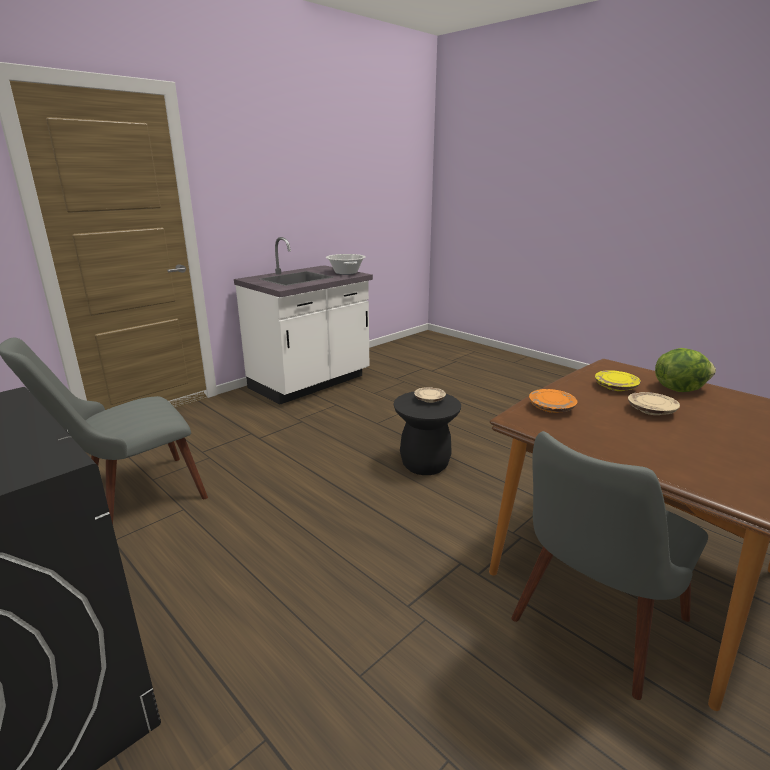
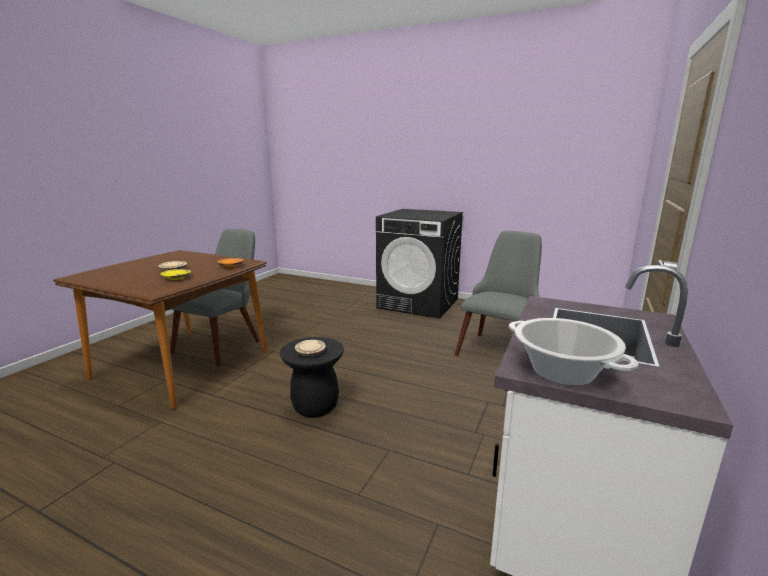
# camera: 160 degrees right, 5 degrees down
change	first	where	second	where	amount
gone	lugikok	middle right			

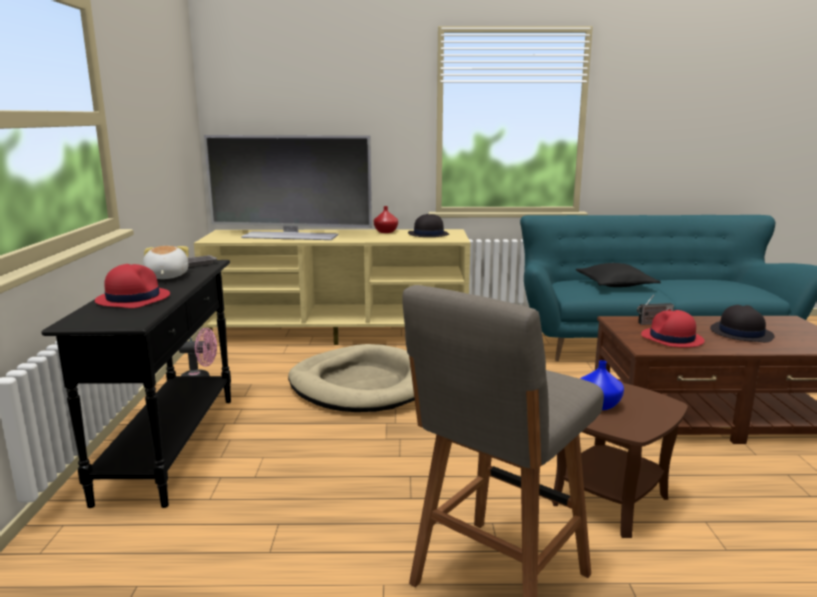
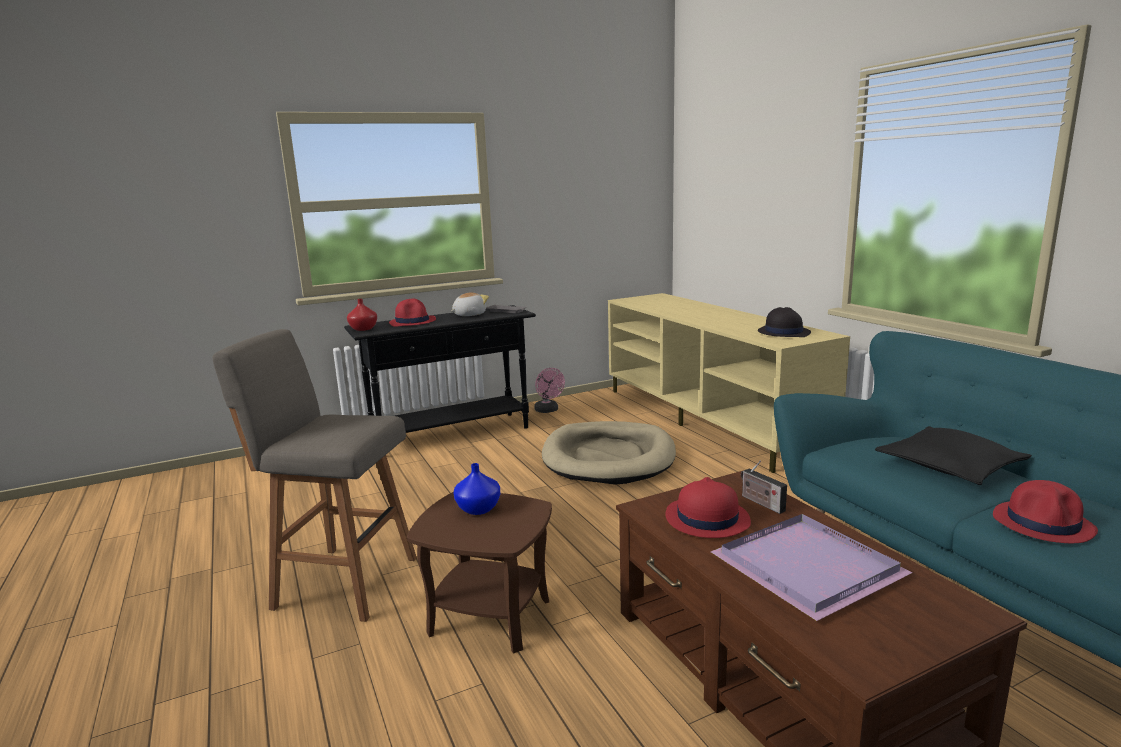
# camera: 65 degrees right, 0 degrees up
change	first	where	second	where	amount
gone	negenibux	top centre			
shifted	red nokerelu	centre		middle left	
swapped	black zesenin (no. 2 from left)	middle right	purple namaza	bottom right	
new			red zesenin (no. 3 from left)	bottom right	

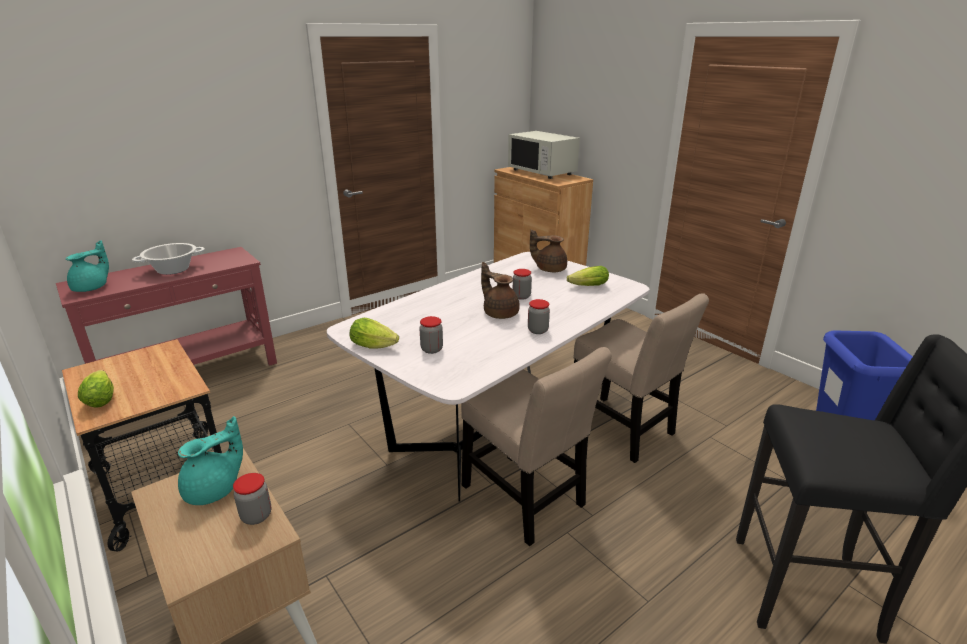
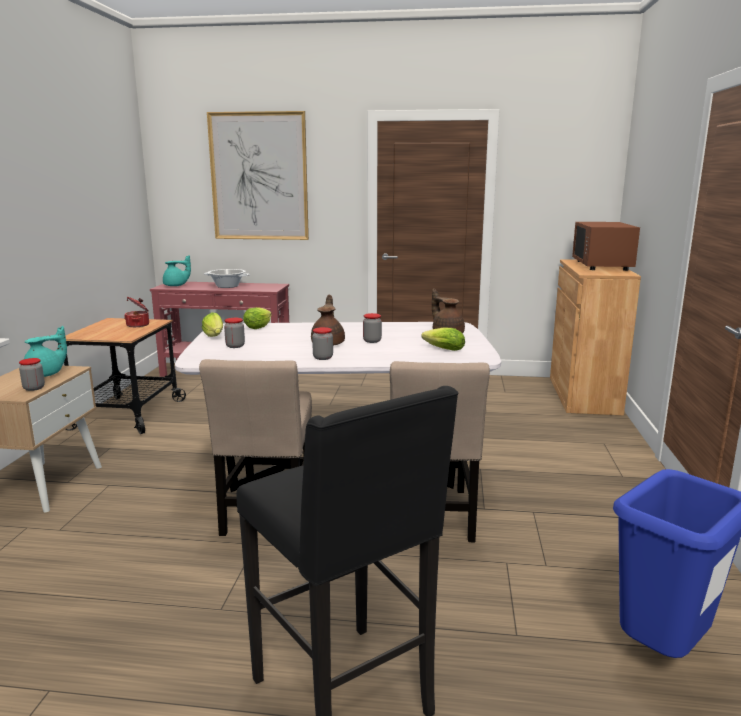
# camera: 45 degrees right, 10 degrees down
change	first	where	second	where	amount
repainted	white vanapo	top centre	brown vanapo	middle right	
shifted	lugikok (no. 1 from left in the first image)	middle left	lugikok (no. 2 from left)	centre	
rotated	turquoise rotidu (no. 2 from left in the first image)	bottom left	turquoise rotidu (no. 1 from left)	middle left	45 degrees counterclockwise
new			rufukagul	top centre	
new			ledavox (no. 1 from left)	middle left	

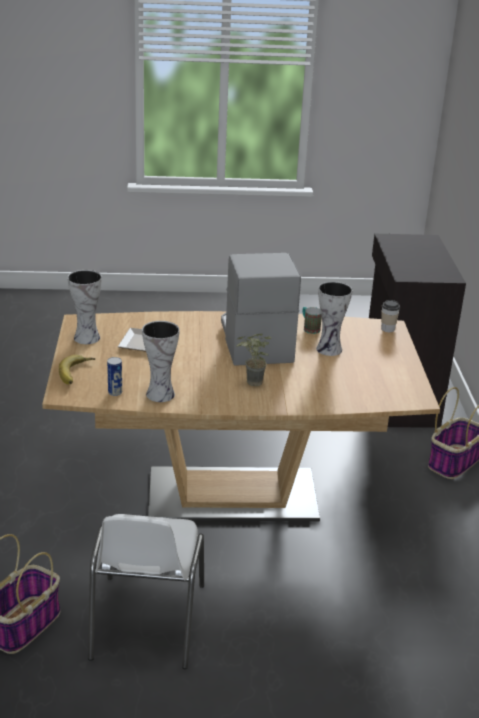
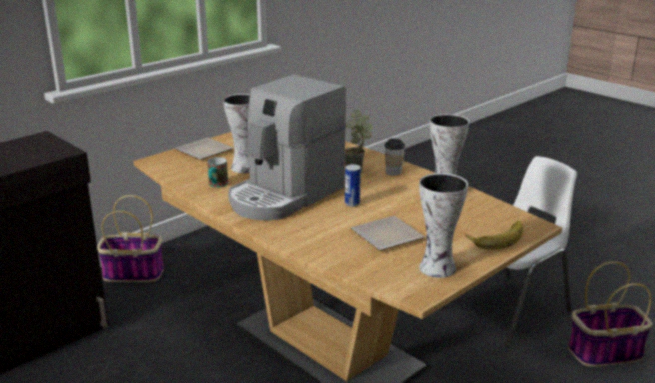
# camera: 130 degrees left, 5 degrees down
change	first	where	second	where	amount
shifted	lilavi	middle right		centre	
shifted	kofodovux	middle left		centre	
new			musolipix (no. 1 from left)	middle left	

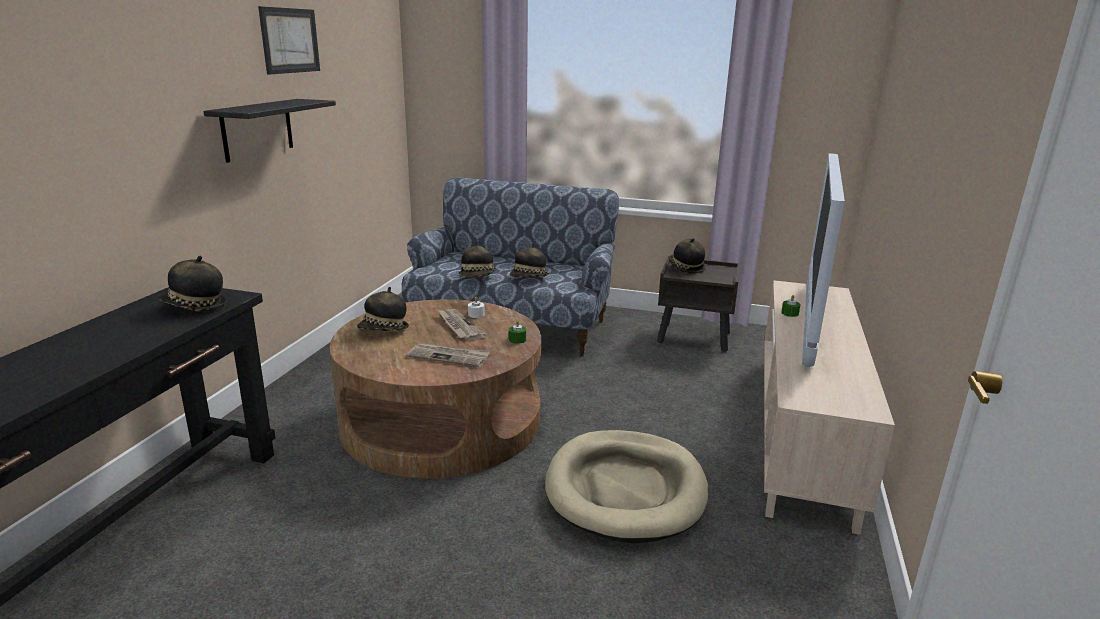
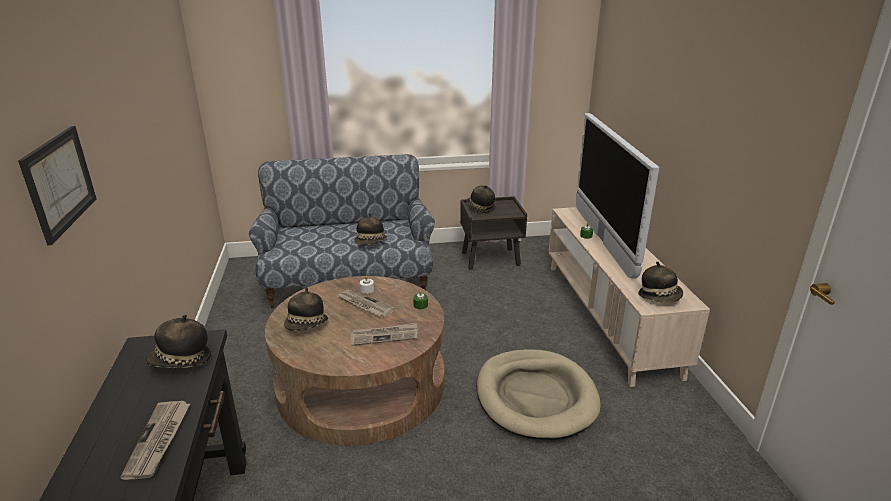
# camera: 25 degrees left, 5 degrees up
change	first	where	second	where	amount
shifted	rufukagul	top left		middle left	
gone	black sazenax	top left			
shifted	zesenin (no. 3 from left in the first image)	centre	zesenin (no. 5 from left)	middle right	
new			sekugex (no. 1 from left)	bottom left	

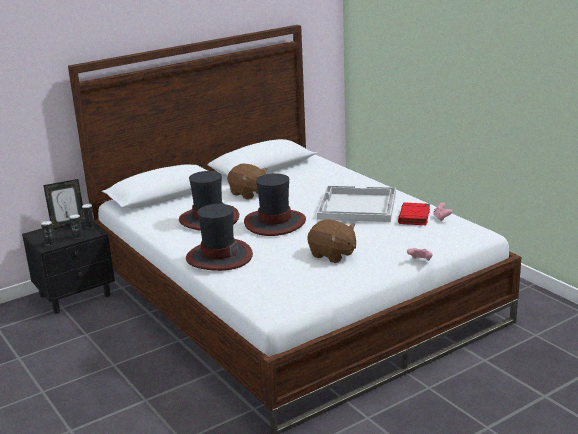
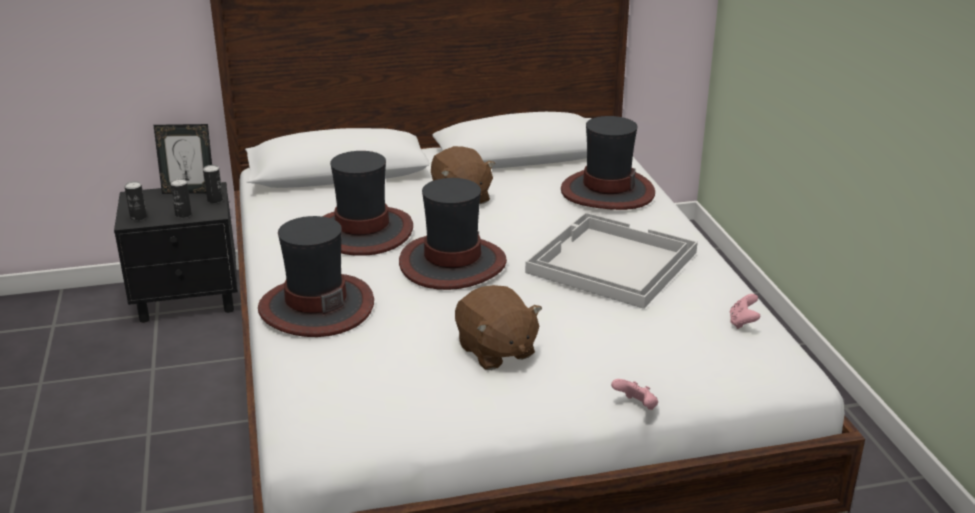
# camera: 20 degrees right, 5 degrees up
change	first	where	second	where	amount
gone	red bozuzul	middle right			
new			zesenin (no. 4 from left)	top centre	

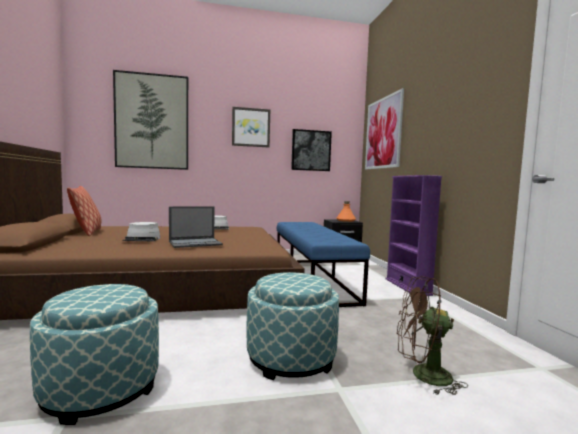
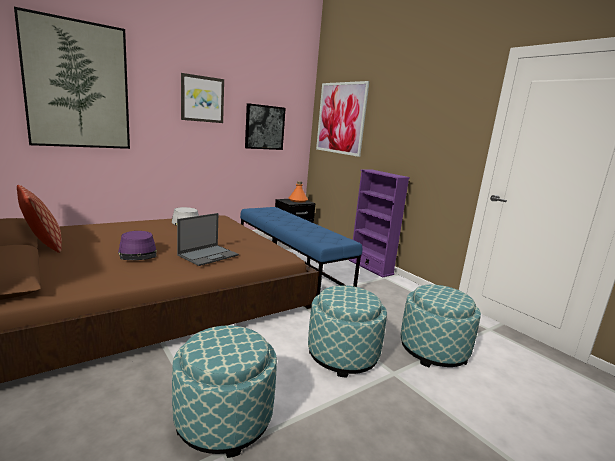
# camera: 25 degrees left, 10 degrees up
change	first	where	second	where	amount
repainted	grey zesenin (no. 1 from left)	middle left	purple zesenin	middle left	
swapped	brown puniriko	bottom right	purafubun (no. 3 from left)	bottom right	

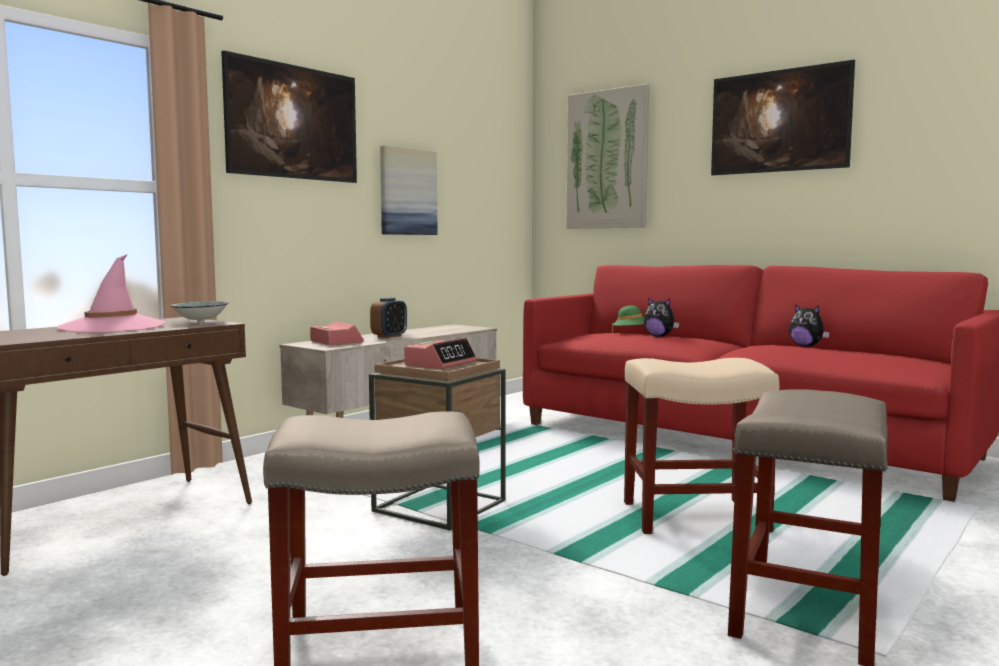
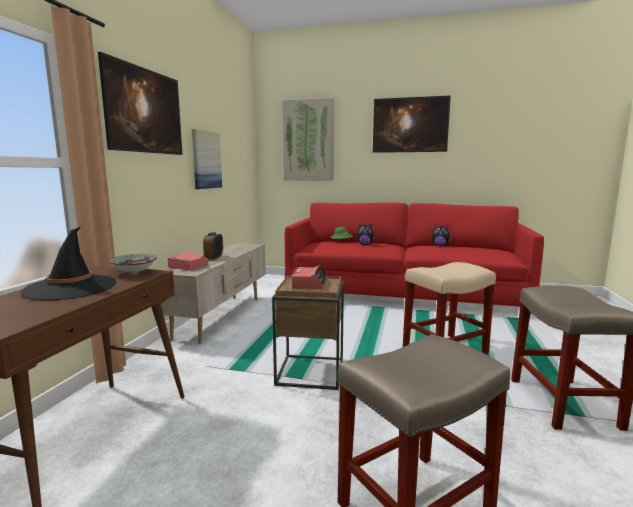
# camera: 25 degrees left, 5 degrees up
change	first	where	second	where	amount
repainted	pink zesenin	middle left	black zesenin	middle left	

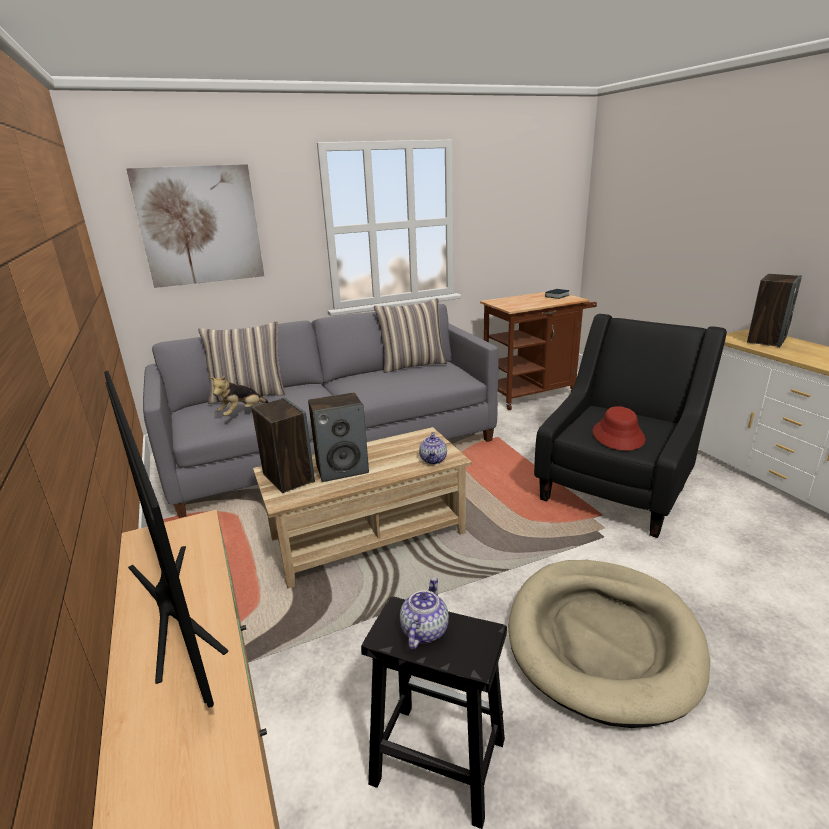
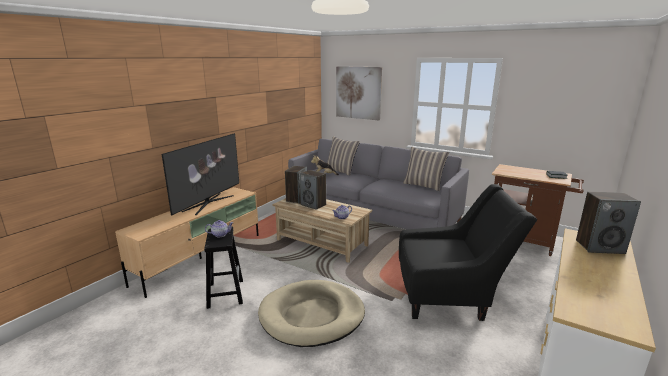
# camera: 55 degrees right, 5 degrees down
change	first	where	second	where	amount
gone	red zesenin	middle right			

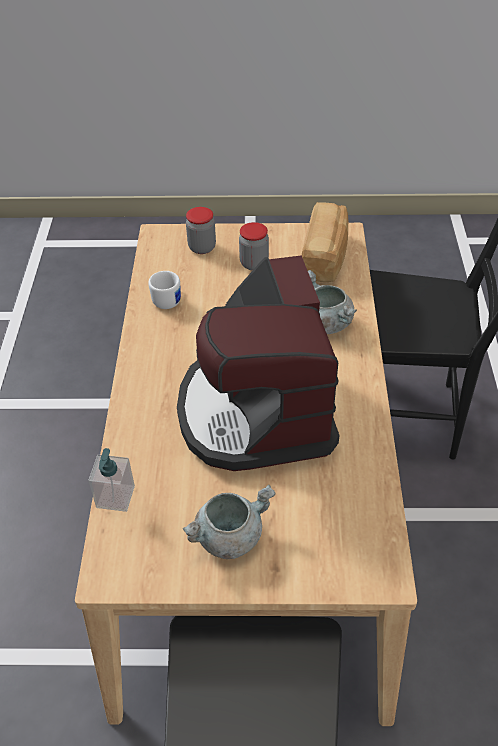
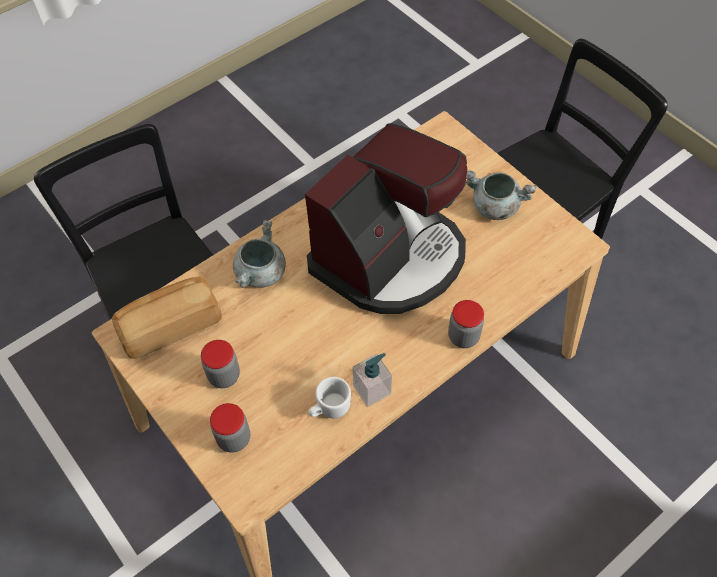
# camera: 130 degrees left, 10 degrees up
change	first	where	second	where	amount
shifted	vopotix	middle left		centre	
new			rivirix (no. 3 from left)	centre	

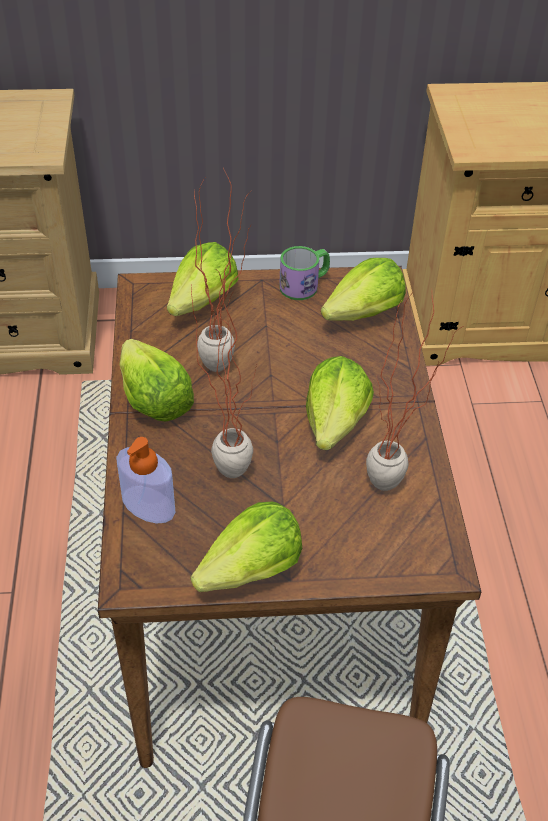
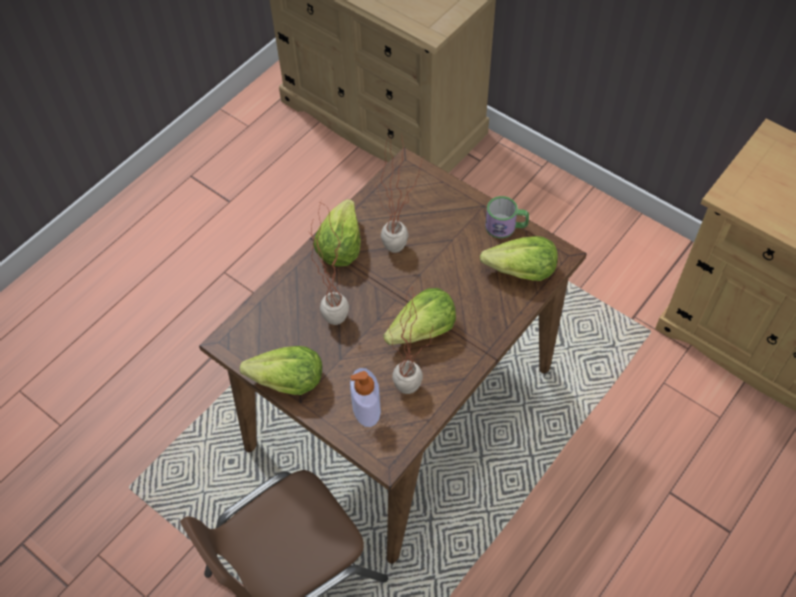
# camera: 45 degrees right, 10 degrees up
change	first	where	second	where	amount
gone	lugikok (no. 2 from left)	centre			
shifted	vopotix	middle left		centre	

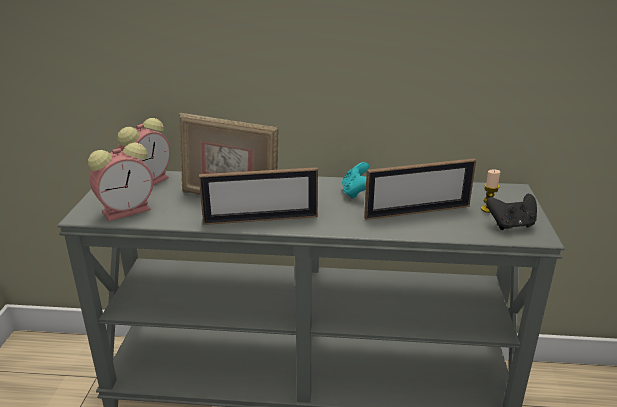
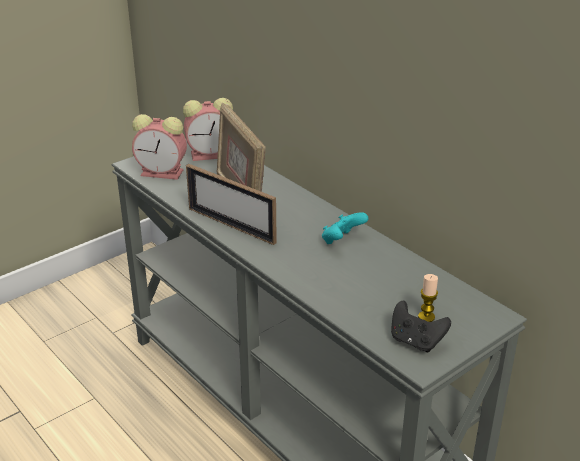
# camera: 45 degrees right, 5 degrees up
change	first	where	second	where	amount
gone	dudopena (no. 3 from left)	middle right			

